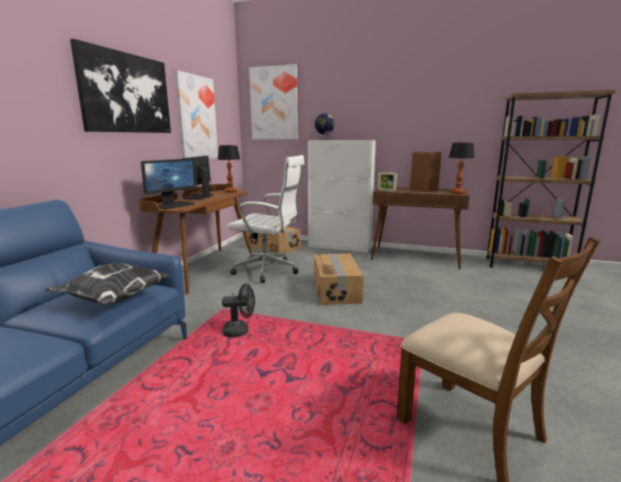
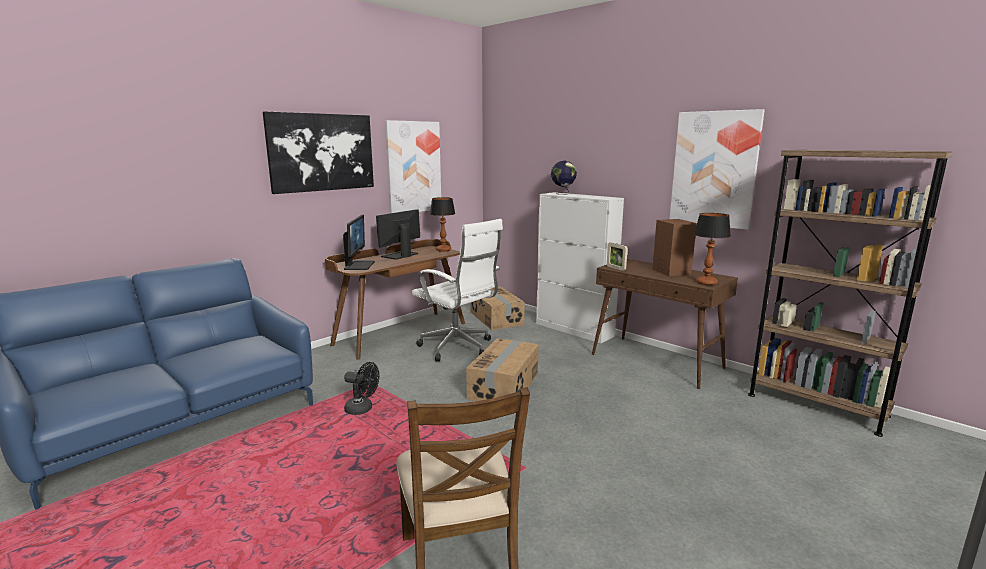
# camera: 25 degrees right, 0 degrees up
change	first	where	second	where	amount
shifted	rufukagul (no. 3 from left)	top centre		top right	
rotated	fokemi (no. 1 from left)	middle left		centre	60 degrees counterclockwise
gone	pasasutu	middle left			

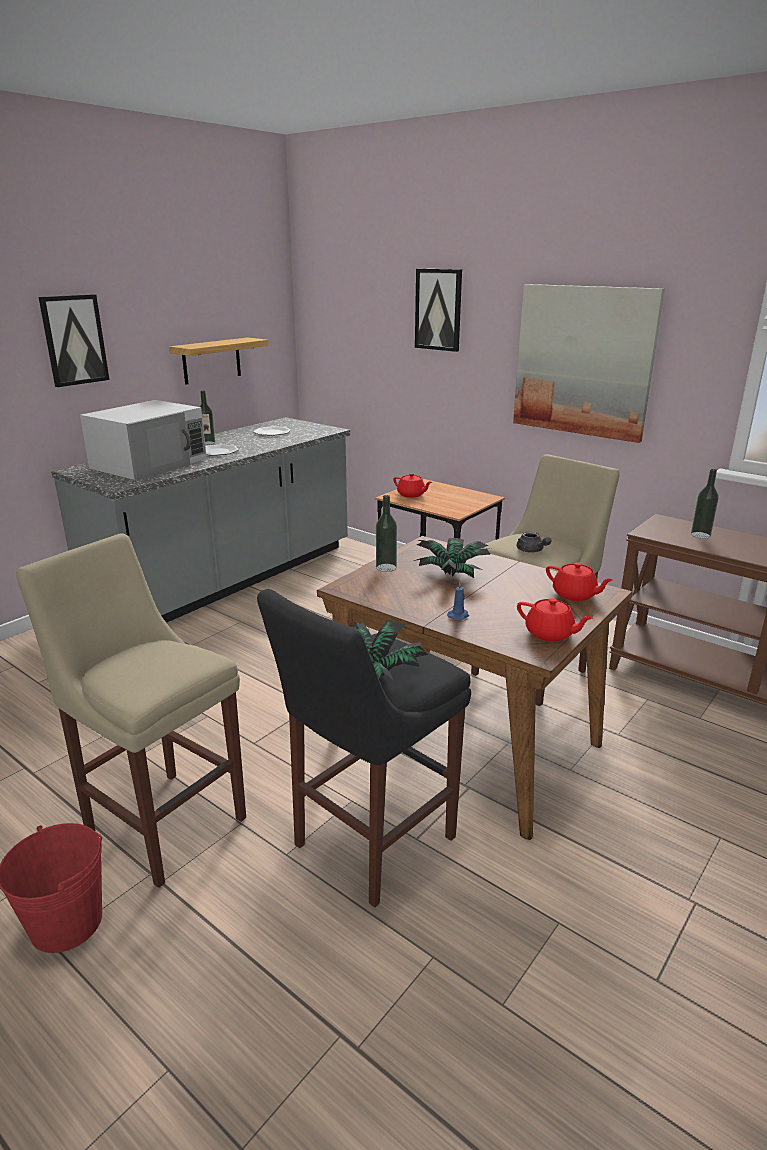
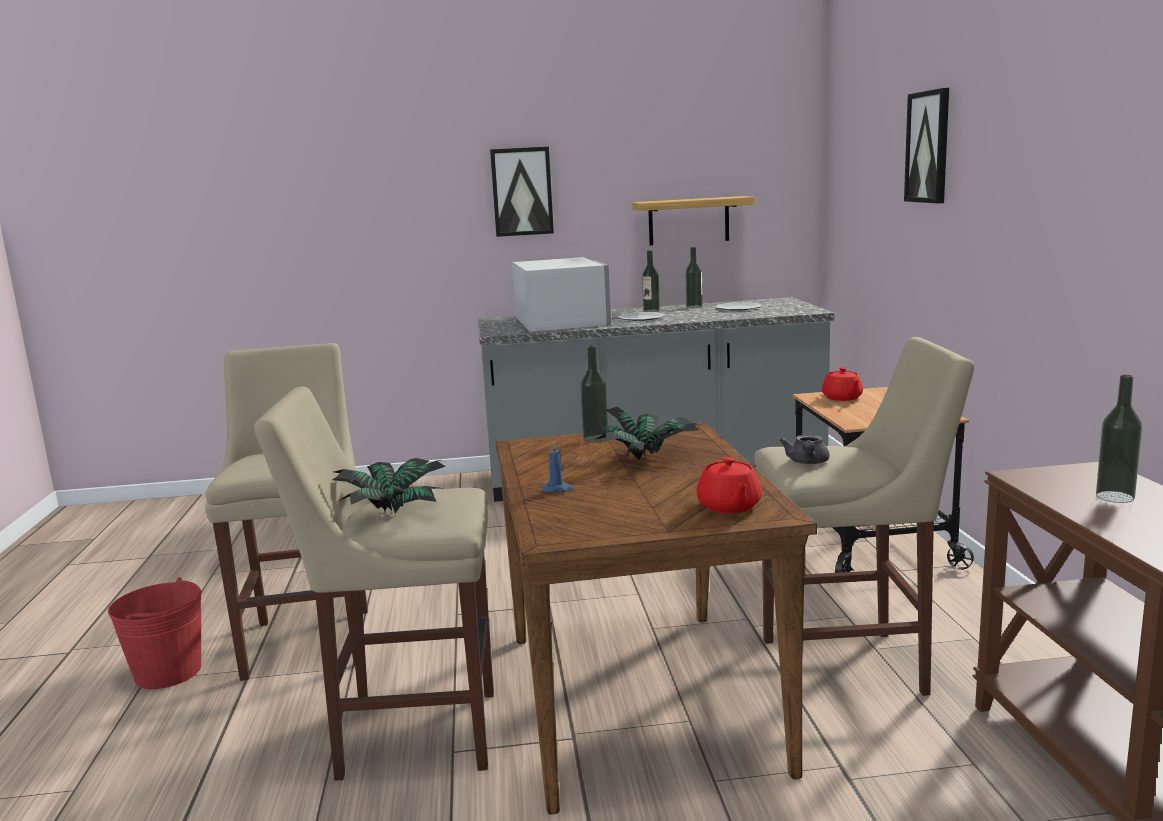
# camera: 45 degrees right, 10 degrees down
change	first	where	second	where	amount
gone	rufukagul (no. 3 from left)	top right			
rotated	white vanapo	middle left		centre	90 degrees counterclockwise
repainted	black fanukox	centre	beige fanukox (no. 2 from left)	bottom left	
gone	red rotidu (no. 2 from left)	middle right			
new			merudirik (no. 3 from left)	centre	

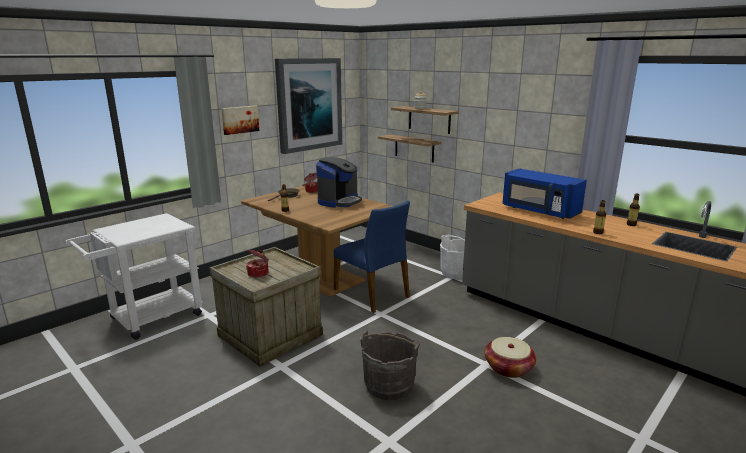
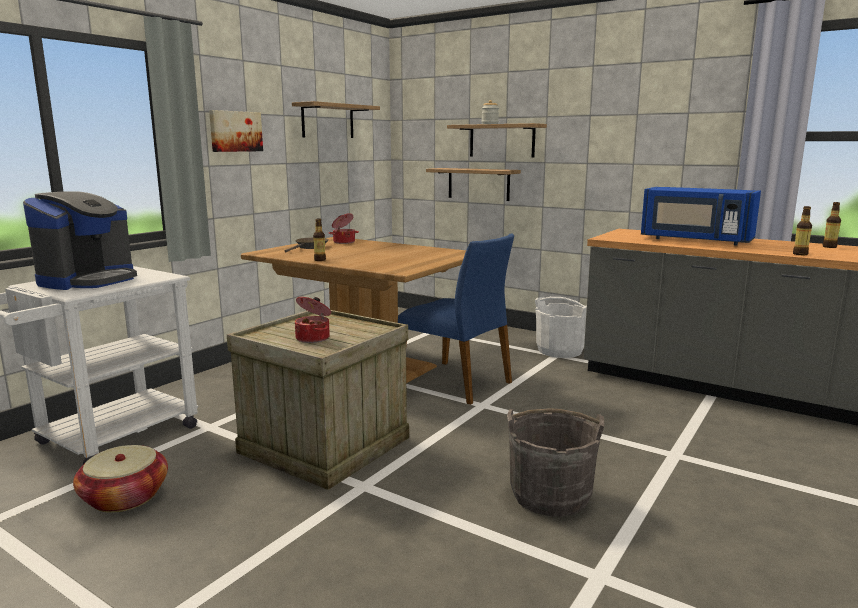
# camera: 10 degrees left, 5 degrees down
change	first	where	second	where	amount
swapped	rufukagul (no. 2 from left)	top centre	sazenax (no. 1 from left)	top centre	
shifted	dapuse	centre		middle left	
shifted	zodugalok	bottom right		bottom left	

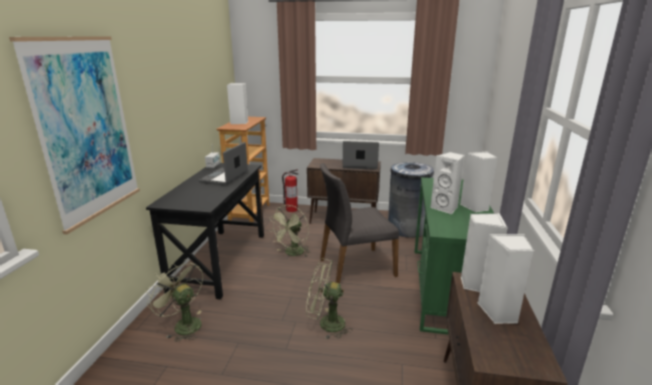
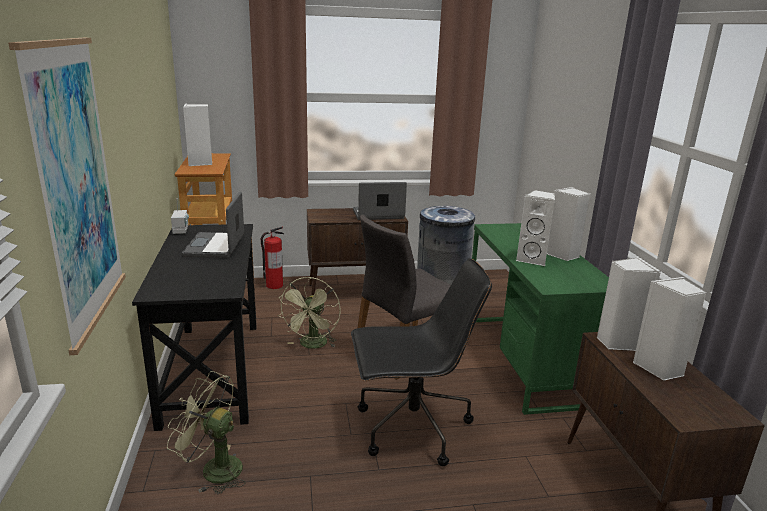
# camera: 20 degrees left, 0 degrees up
change	first	where	second	where	amount
swapped	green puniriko (no. 3 from left)	bottom centre	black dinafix	bottom centre	

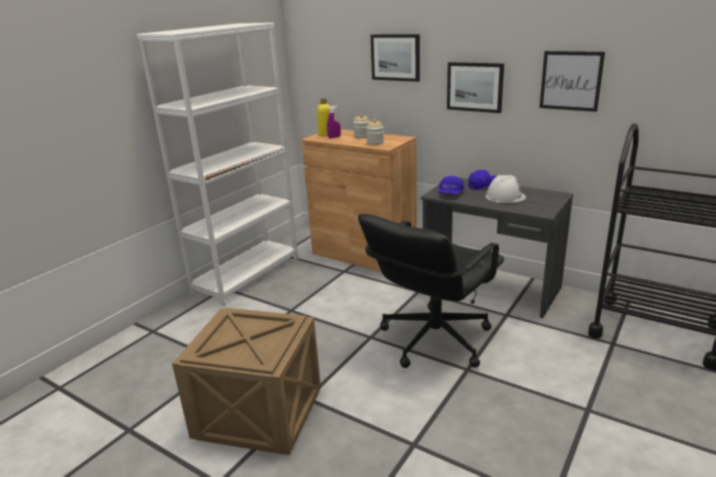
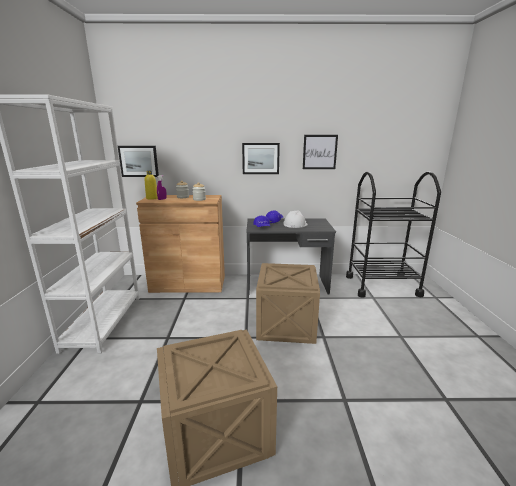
# camera: 35 degrees left, 5 degrees down
change	first	where	second	where	amount
shifted	rufukagul (no. 1 from left)	top centre		top left	
swapped	black dinafix	centre	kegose (no. 2 from left)	centre	

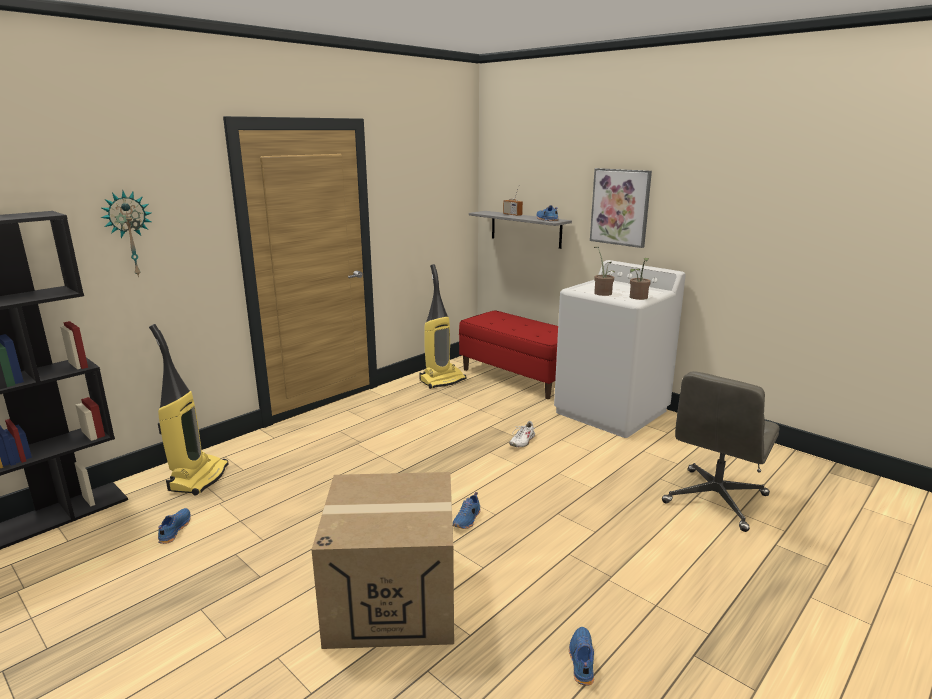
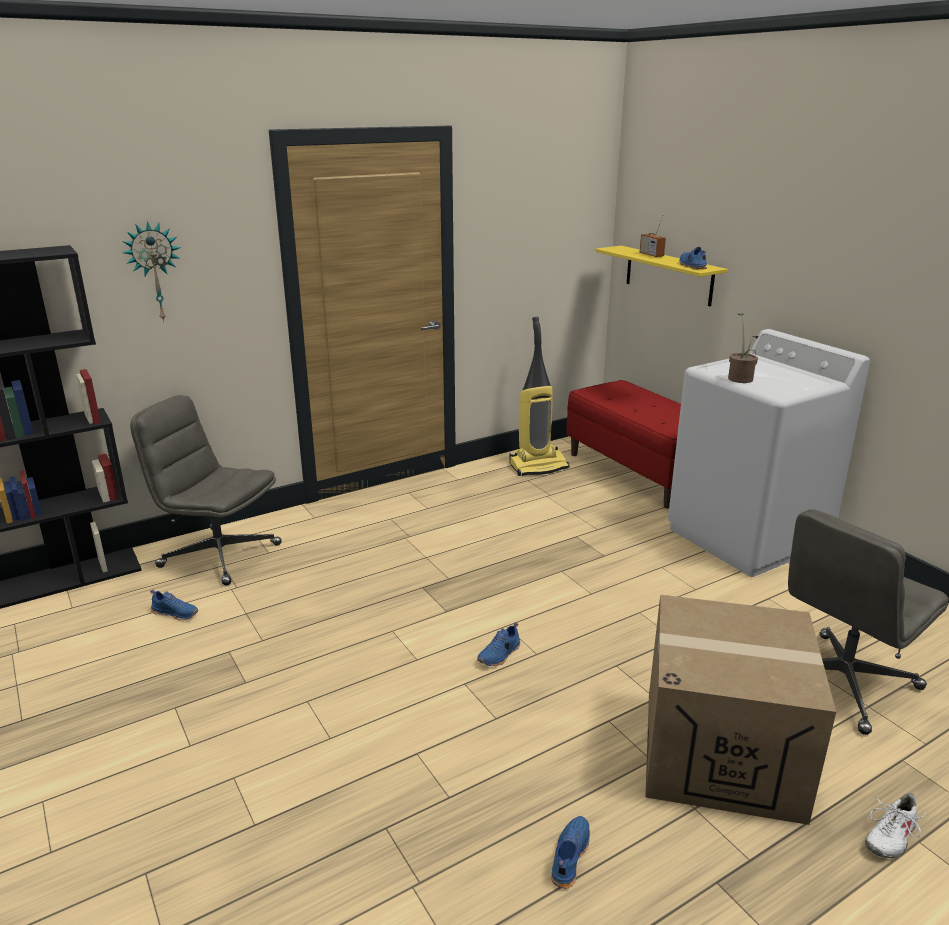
# camera: 15 degrees right, 5 degrees up
change	first	where	second	where	amount
gone	rufukagul	top centre			
repainted	grey sazenax	top centre	yellow sazenax	top right	
gone	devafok (no. 2 from left)	middle right			
swapped	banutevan (no. 1 from left)	middle left	grey dinafix (no. 1 from left)	middle left	
shifted	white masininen	centre		bottom right	
shifted	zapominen	bottom centre		bottom right	
rotated	blue masininen (no. 1 from left)	bottom left		middle left	90 degrees clockwise

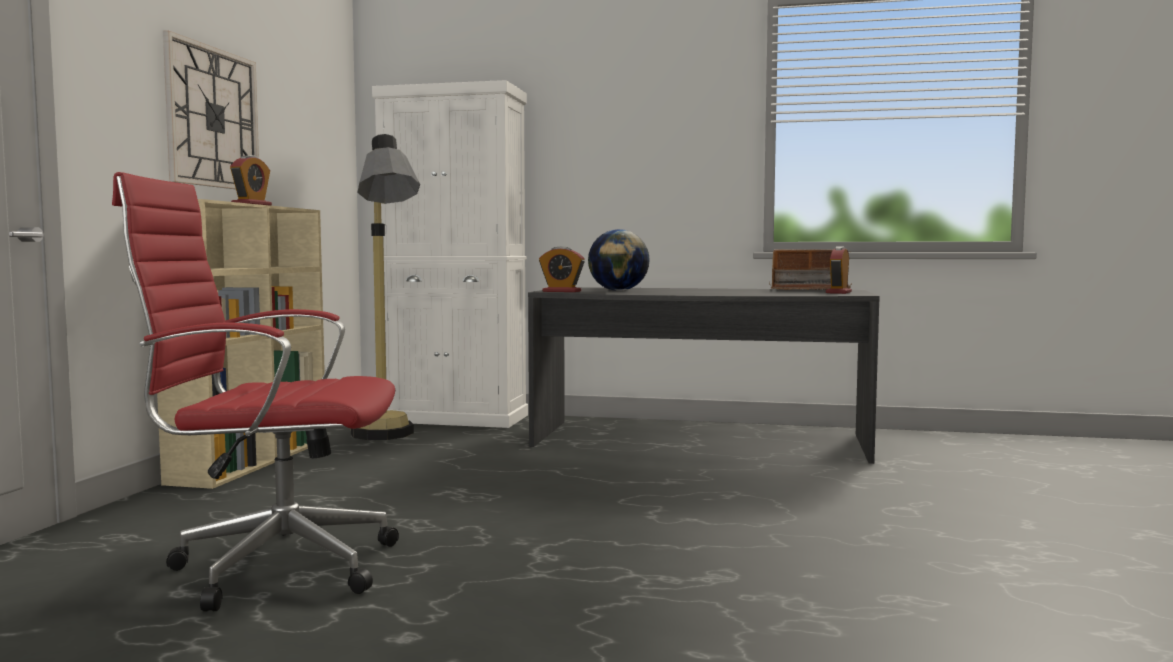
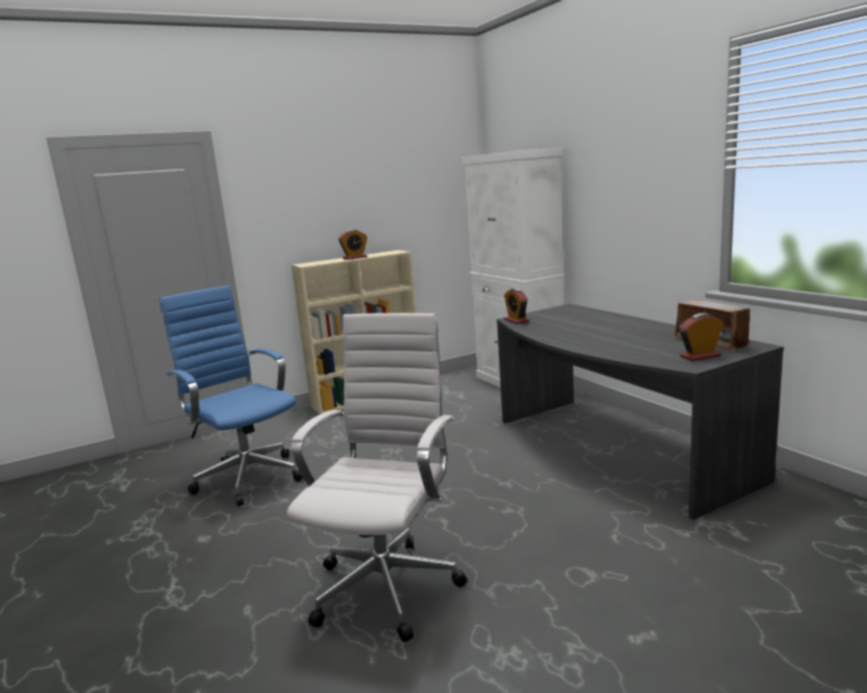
# camera: 50 degrees right, 10 degrees up
change	first	where	second	where	amount
gone	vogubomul	top left			
gone	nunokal	middle left			
repainted	red dinafix	middle left	blue dinafix	middle left	
gone	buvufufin	centre			
new			white dinafix	bottom centre	

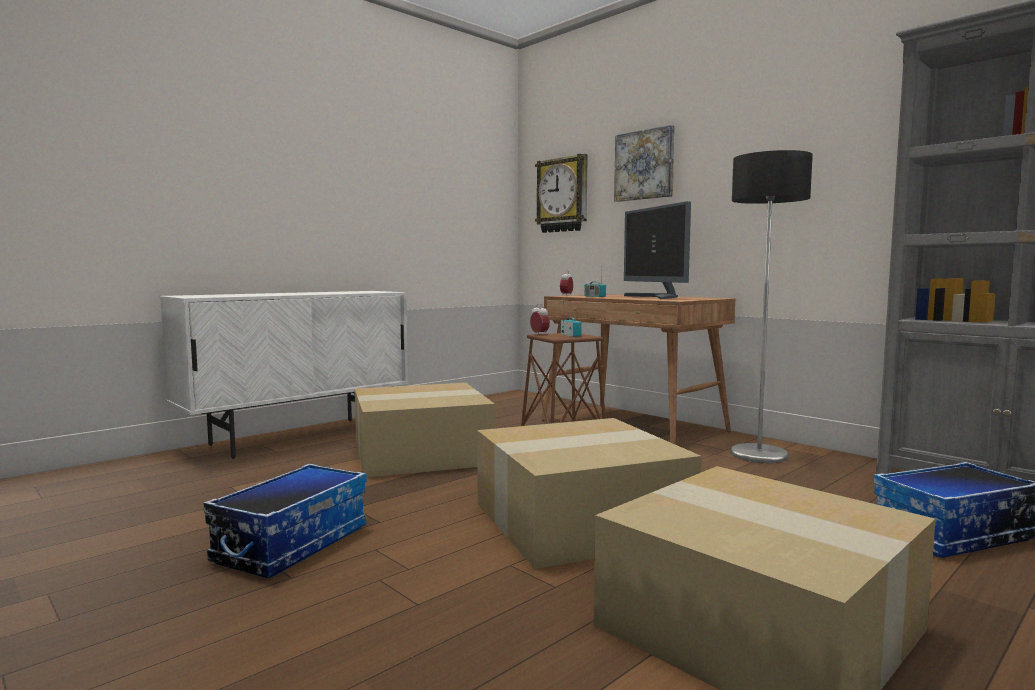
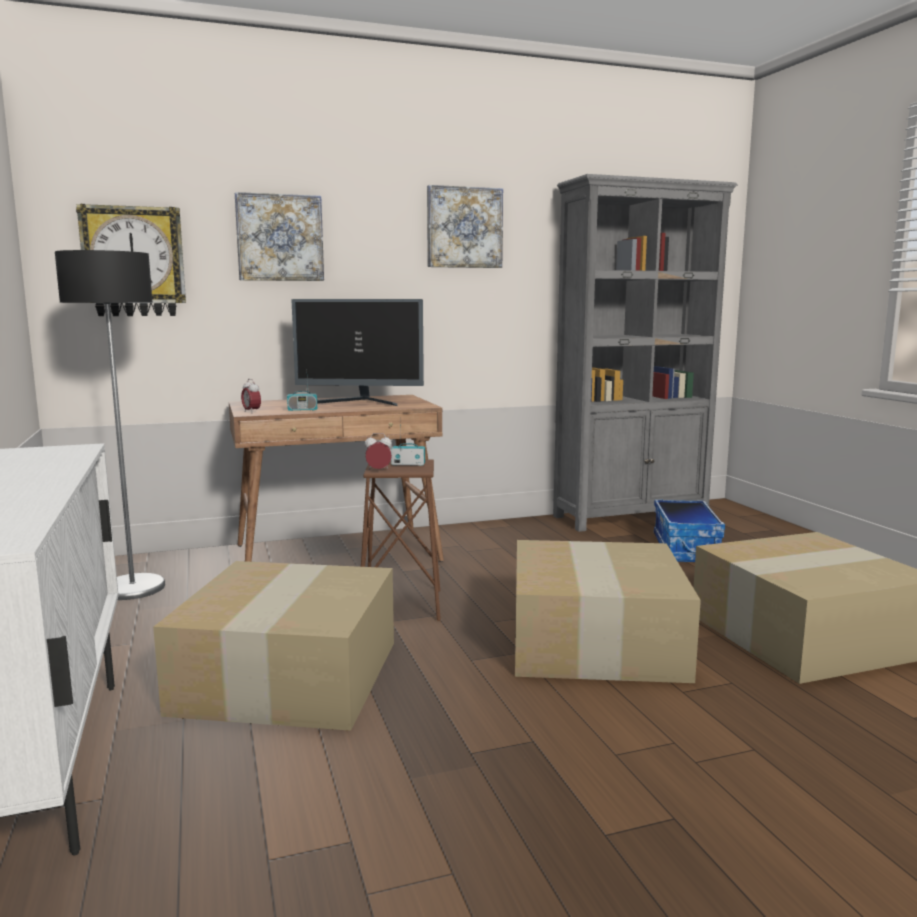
# camera: 65 degrees left, 5 degrees up
change	first	where	second	where	amount
shifted	nunokal	middle right		middle left	
gone	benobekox (no. 1 from left)	bottom left			
new			rufukagul (no. 2 from left)	top centre	

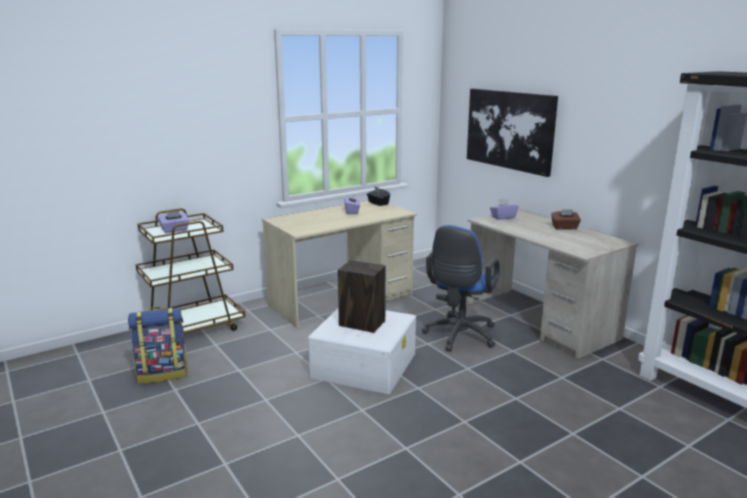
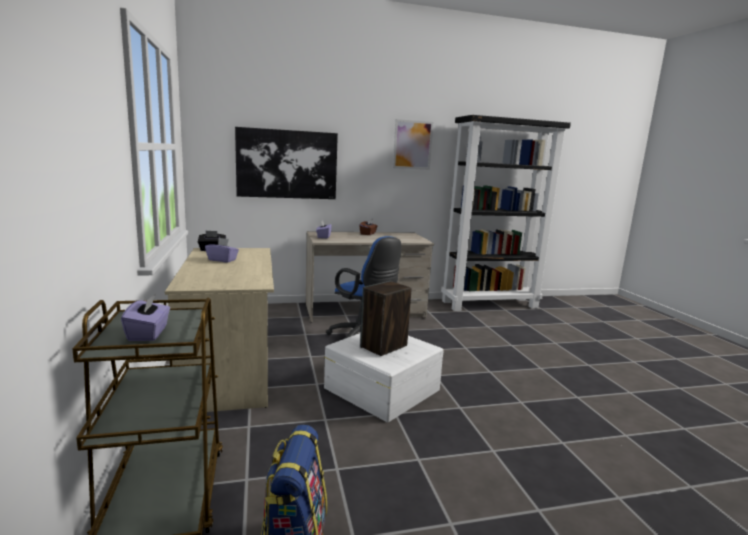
# camera: 70 degrees left, 5 degrees down
change	first	where	second	where	amount
new			rufukagul (no. 2 from left)	top centre	

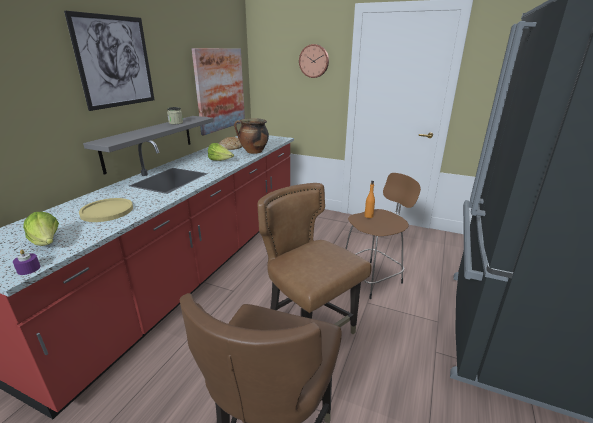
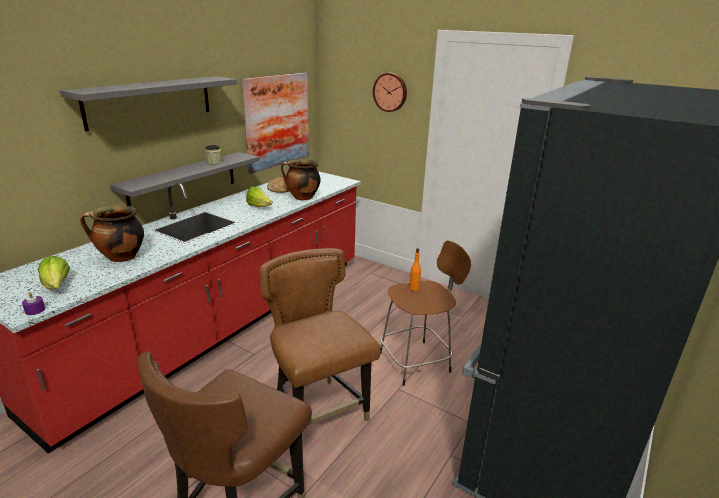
# camera: 10 degrees right, 0 degrees up
change	first	where	second	where	amount
swapped	rufukagul (no. 1 from left)	top left	grey sazenax (no. 1 from left)	top left	
swapped	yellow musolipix	middle left	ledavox (no. 1 from left)	middle left	

